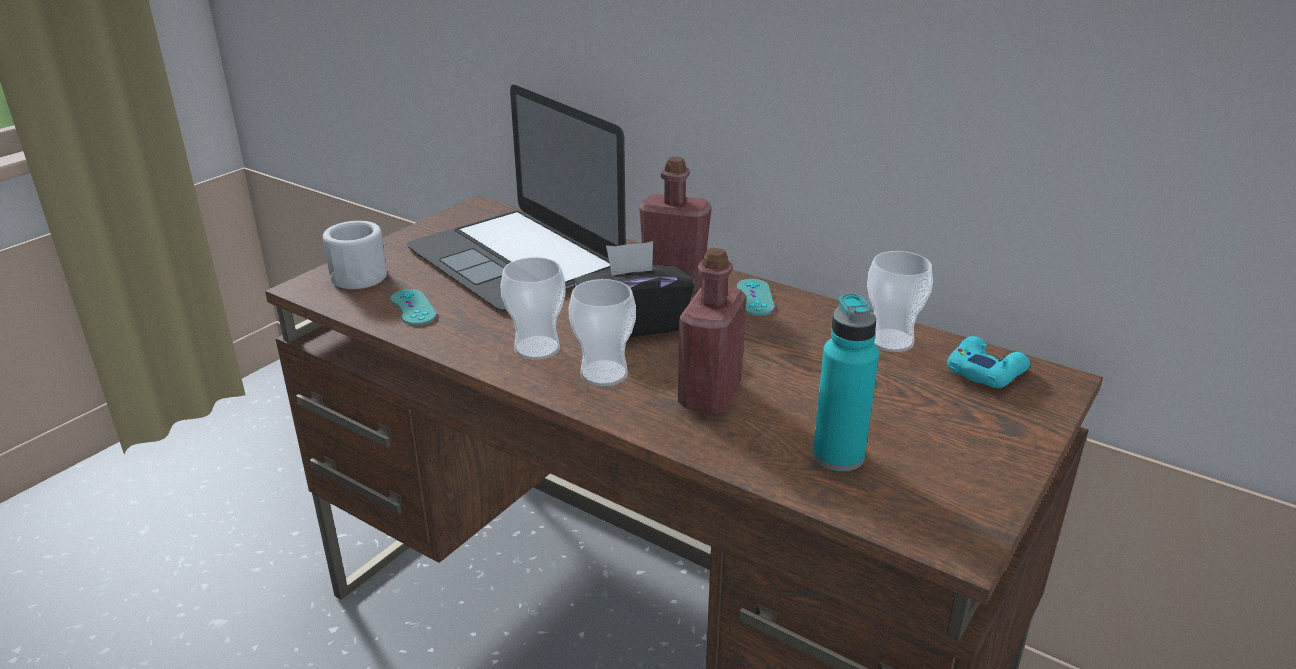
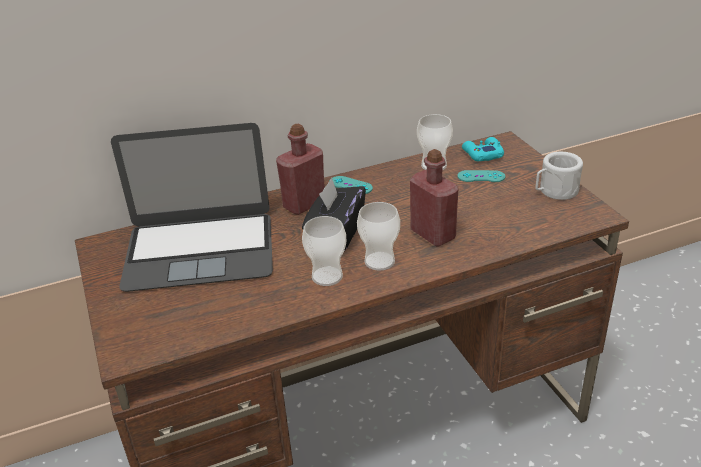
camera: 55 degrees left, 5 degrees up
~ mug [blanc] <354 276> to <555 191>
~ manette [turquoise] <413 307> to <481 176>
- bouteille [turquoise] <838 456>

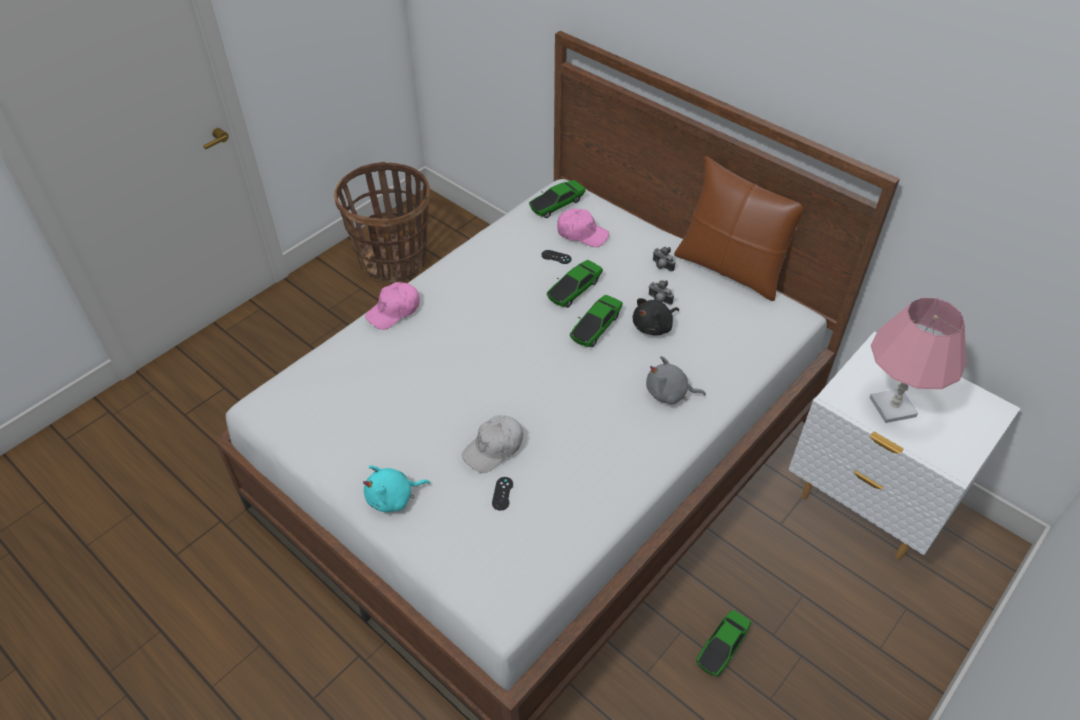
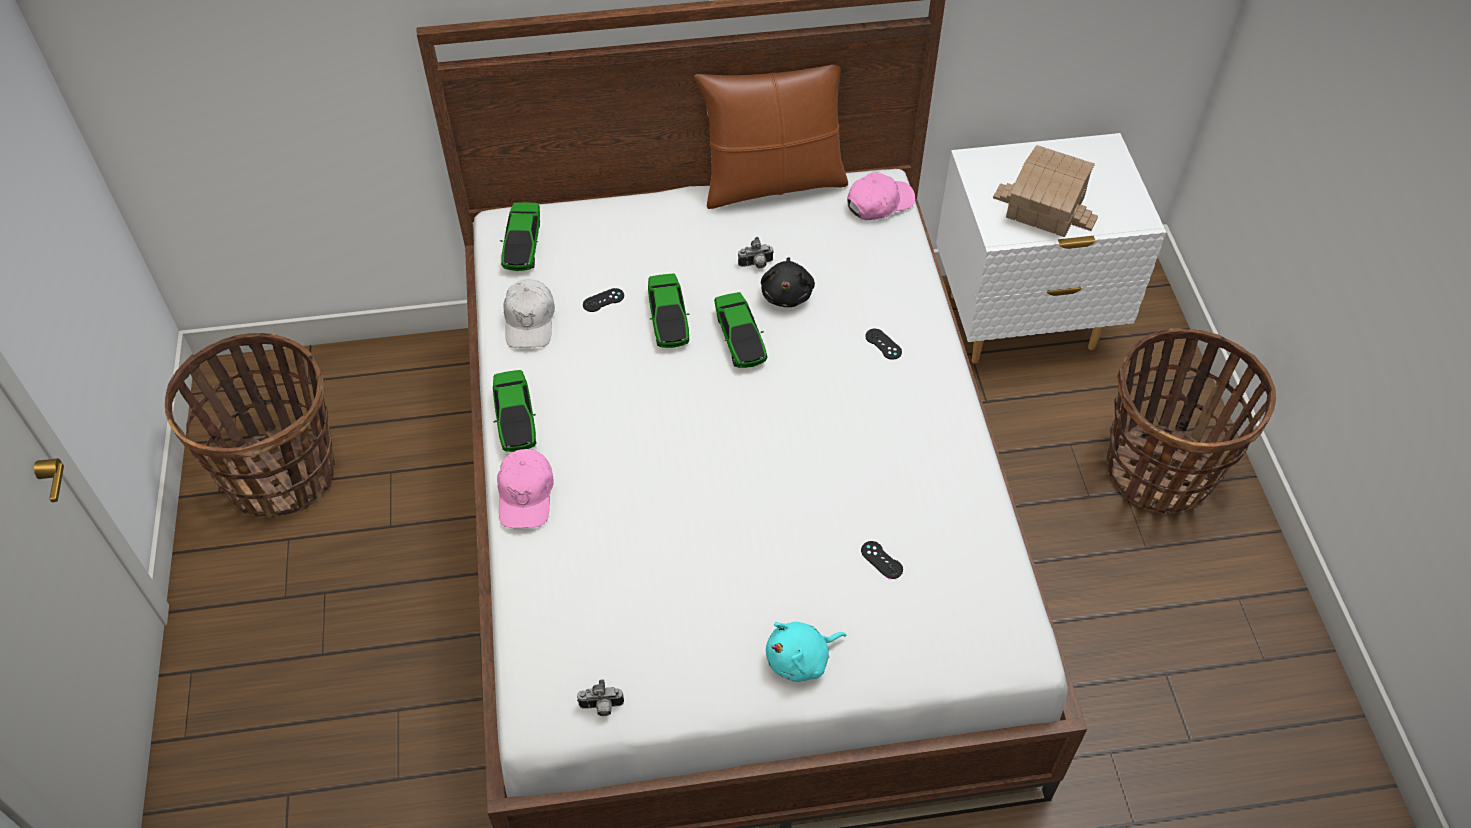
camera: 50 degrees left, 5 degrees up
~ peluche [turquoise] <393 498> = <801 659> 45 degrees clockwise
~ casquette [blanc] <494 448> to <530 321>
~ casquette [rose] <582 233> to <879 203>
~ peluche [gris] <669 394> to manette [noir] <883 344>
~ appareil photo <661 266> to <601 707>
~ petite voiture <722 647> to <515 418>
~ lampe de table [rose] <893 407> to maison miniature <1045 207>
+ panier <1159 470>

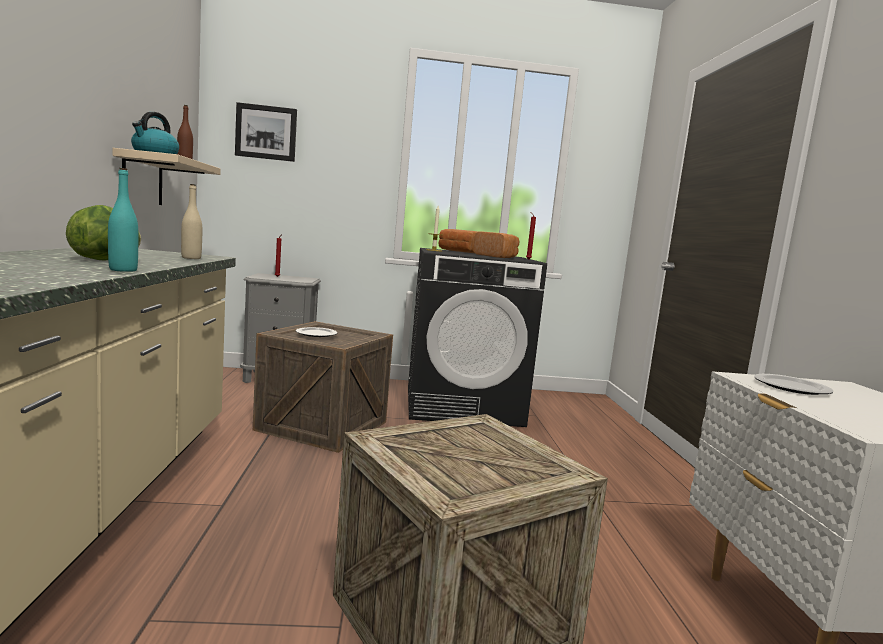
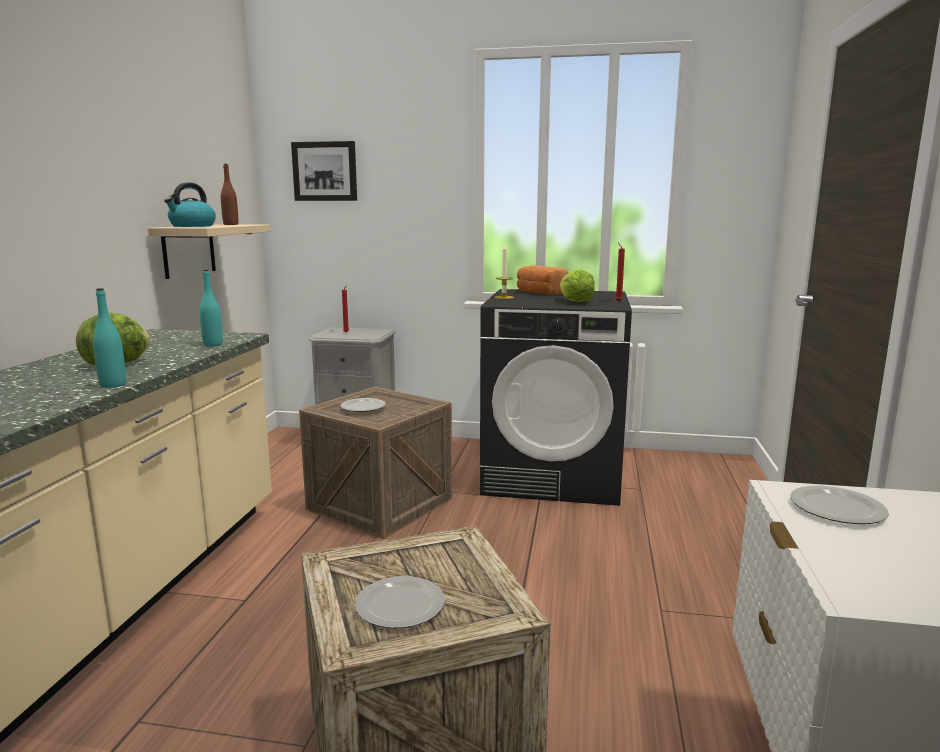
camera: 15 degrees right, 5 degrees up
~ bouteille [beige] <191 258> to bouteille [turquoise] <213 344>
~ pain <496 257> to laitue <575 302>
+ assiette <398 605>

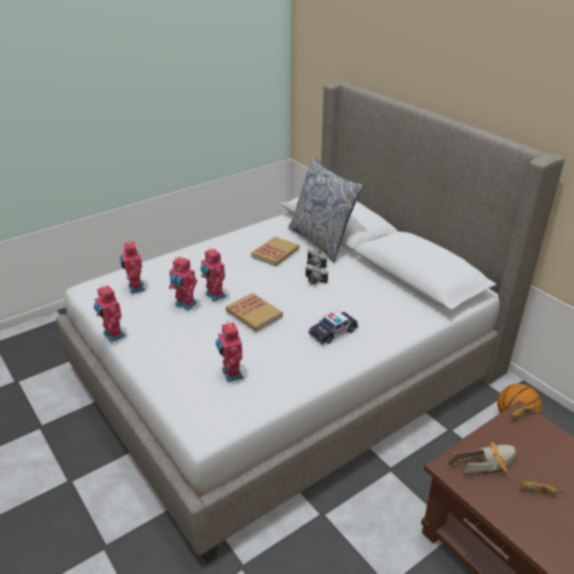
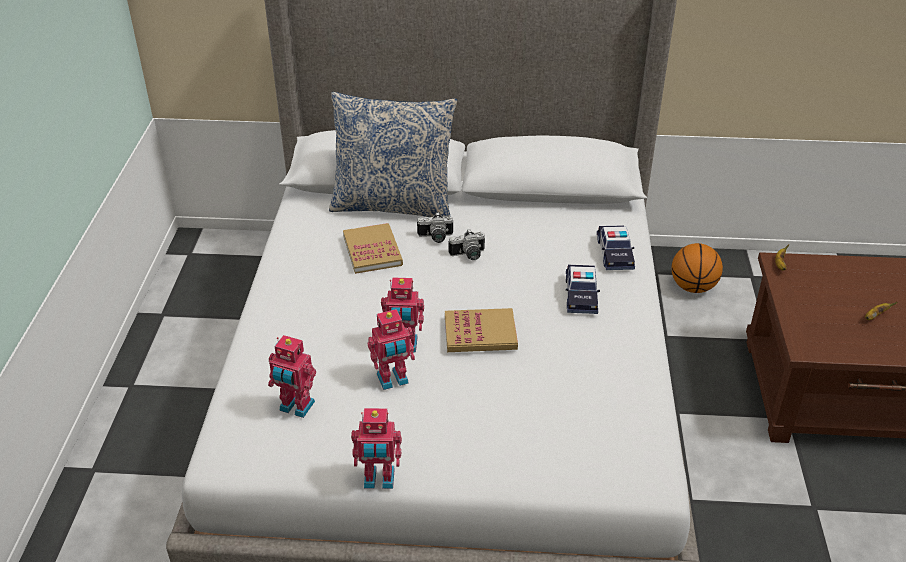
camera: 50 degrees left, 5 degrees up
- robot jouet <231 374>
- chaussure <487 463>
+ petite voiture <614 253>

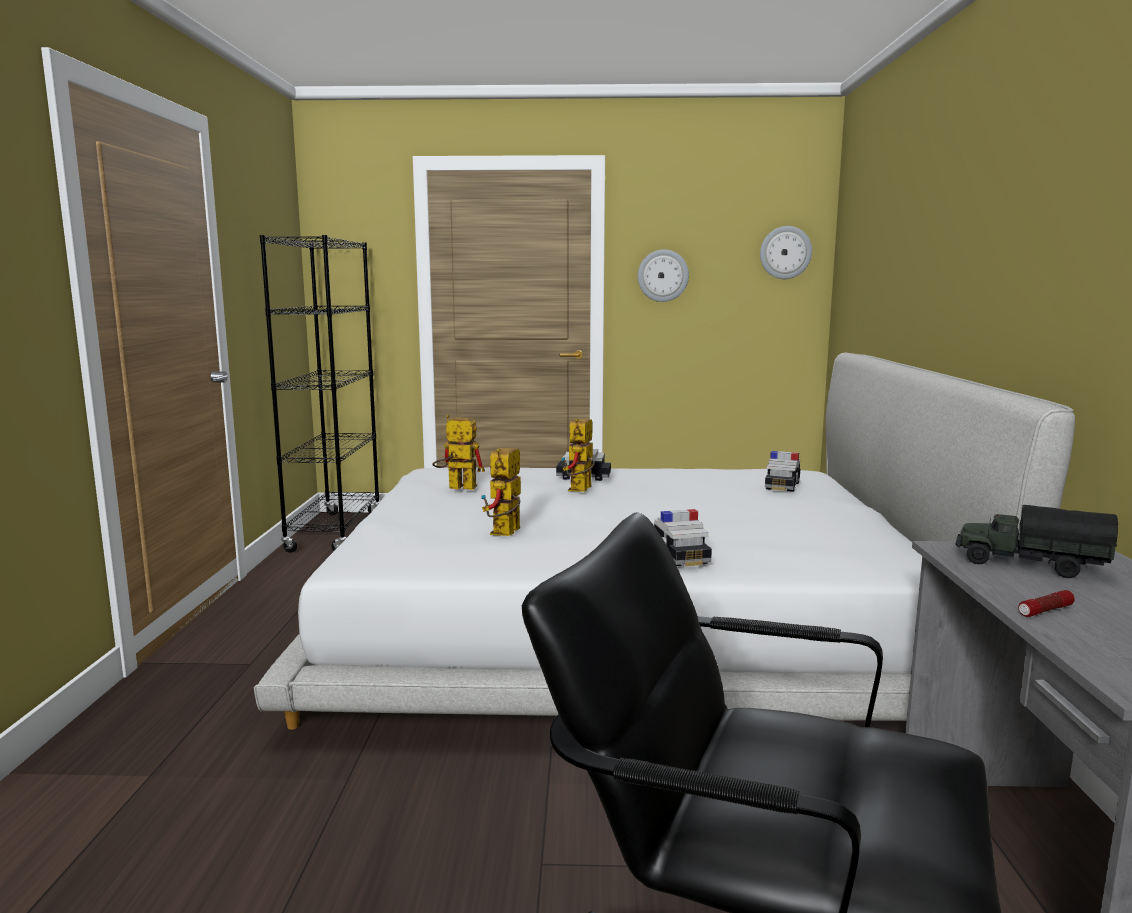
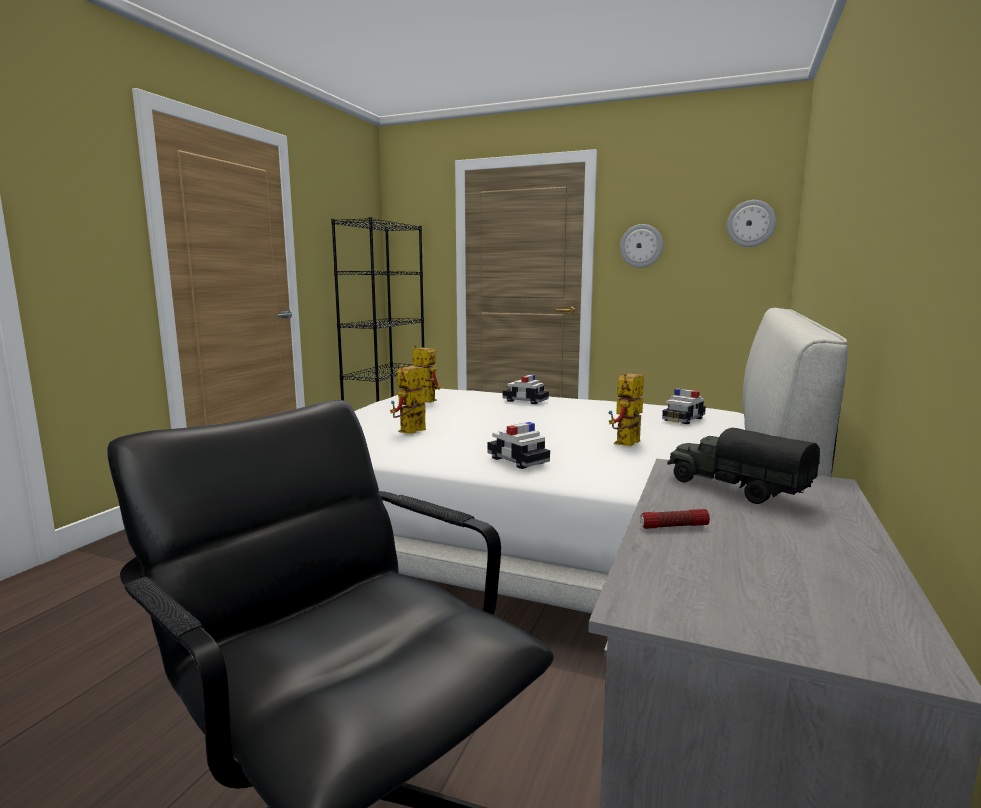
camera: 20 degrees right, 0 degrees up
~ robot jouet <581 490> to <627 444>
~ petite voiture <680 556> = <517 460> 135 degrees clockwise

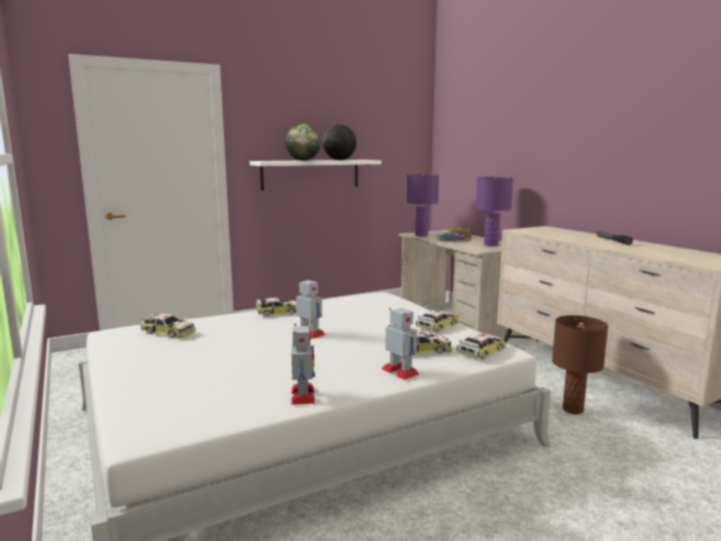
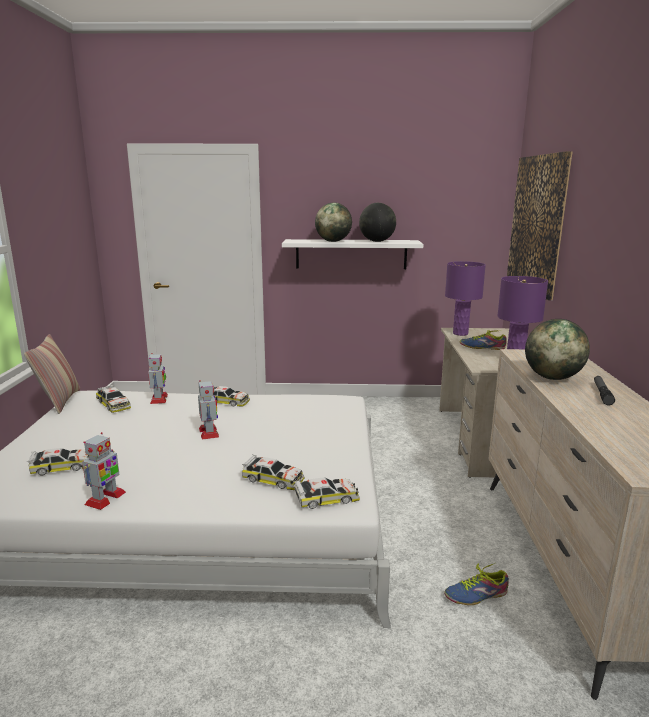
camera: 30 degrees right, 5 degrees up
~ robot jouet <400 371> to <159 399>
~ petite voiture <438 325> to <62 467>
~ lampe de table [marron] <573 410> to chaussure <476 595>
+ coussin <59 401>
+ tableau <537 223>
+ globe <552 378>

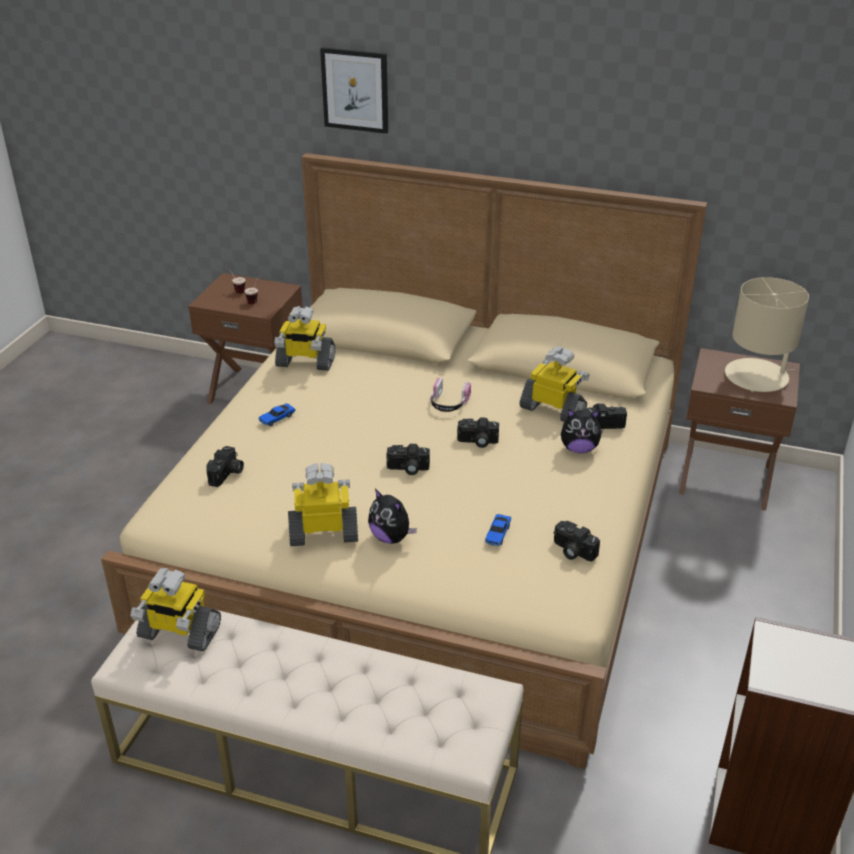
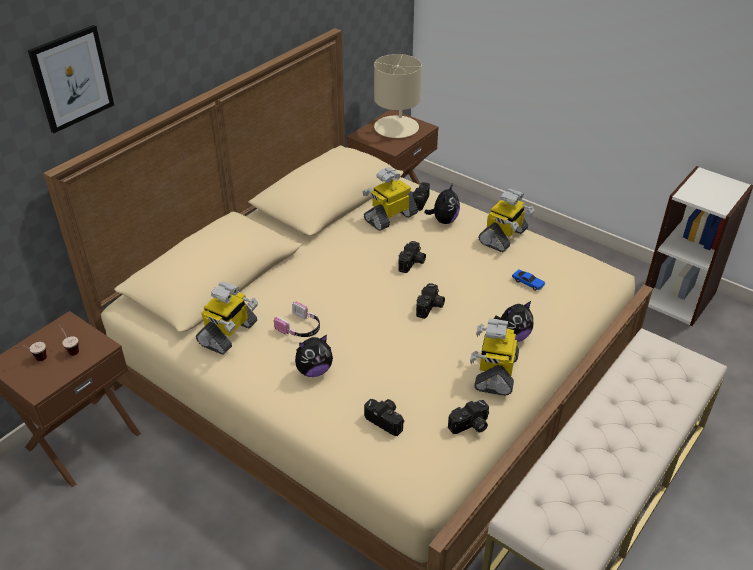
camera: 70 degrees left, 5 degrees up
~ robot jouet <178 632> to <503 237>
~ petite voiture <277 418> to peluche <314 370>
~ casque audio <448 403> to <300 328>
~ appareil photo <572 551> to <470 426>

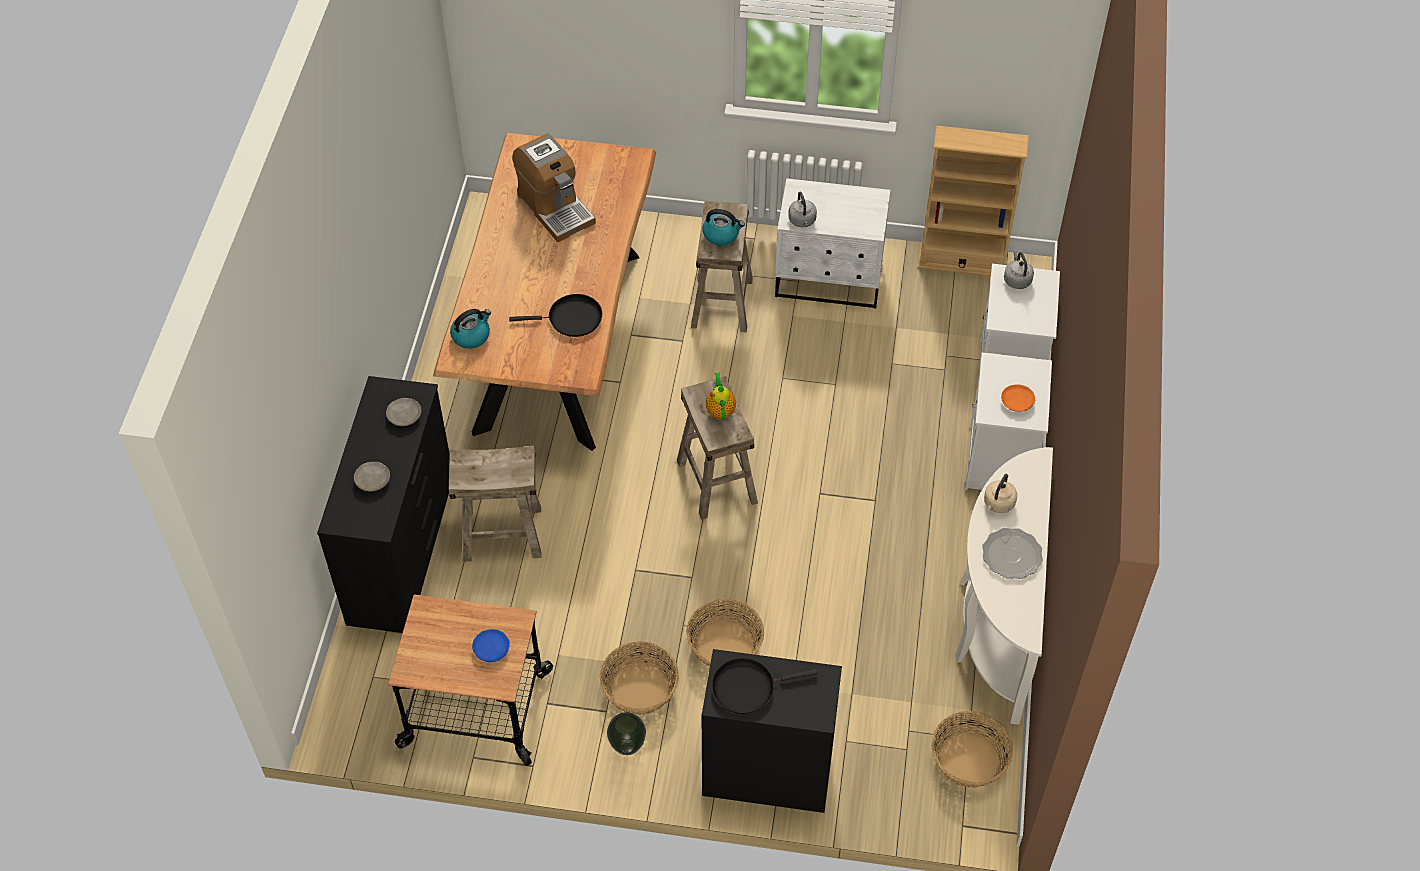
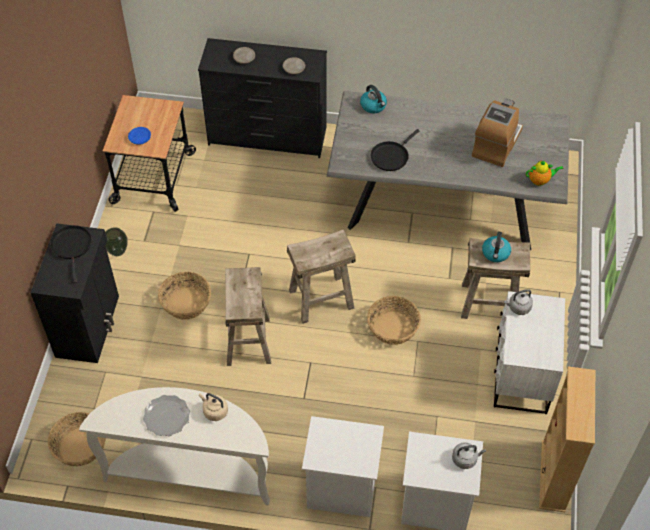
camera: 90 degrees right, 0 degrees up
~ table à manger [marron] <557 342> to table à manger [gris] <442 206>
~ tabouret [beige] <502 534> to <247 340>
~ poêle [noir] <571 319> = <391 156> 45 degrees clockwise
~ machine à café <555 208> = <496 144> 150 degrees clockwise
~ panier <639 688> to <393 328>
~ théière <720 410> to <540 180>
- assiette [orange] <1016 402>

